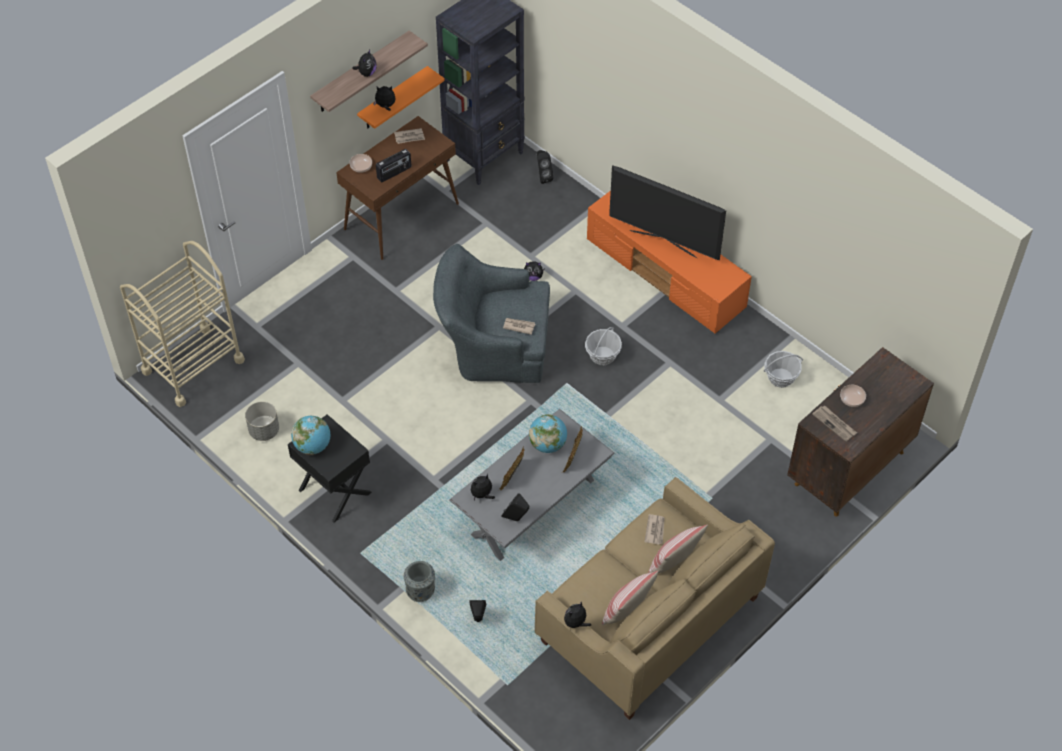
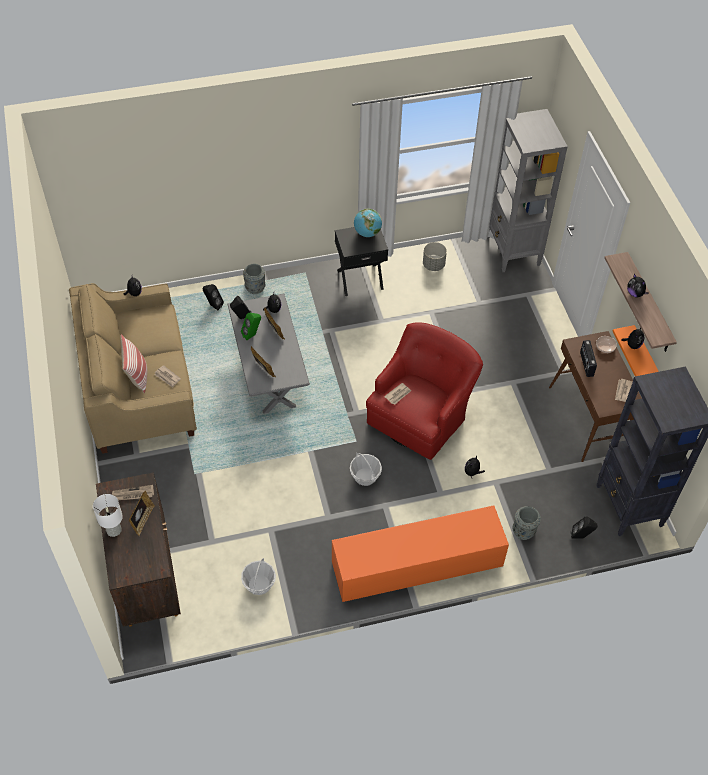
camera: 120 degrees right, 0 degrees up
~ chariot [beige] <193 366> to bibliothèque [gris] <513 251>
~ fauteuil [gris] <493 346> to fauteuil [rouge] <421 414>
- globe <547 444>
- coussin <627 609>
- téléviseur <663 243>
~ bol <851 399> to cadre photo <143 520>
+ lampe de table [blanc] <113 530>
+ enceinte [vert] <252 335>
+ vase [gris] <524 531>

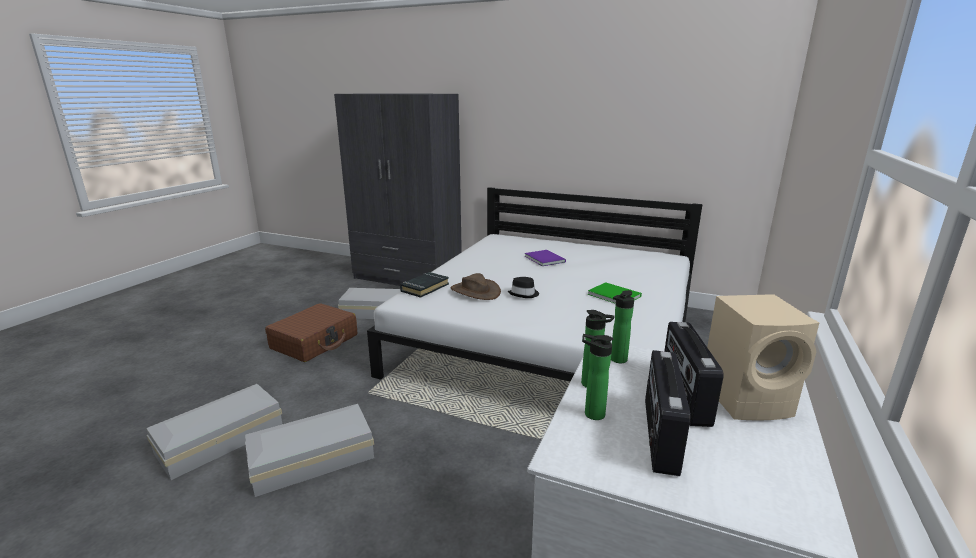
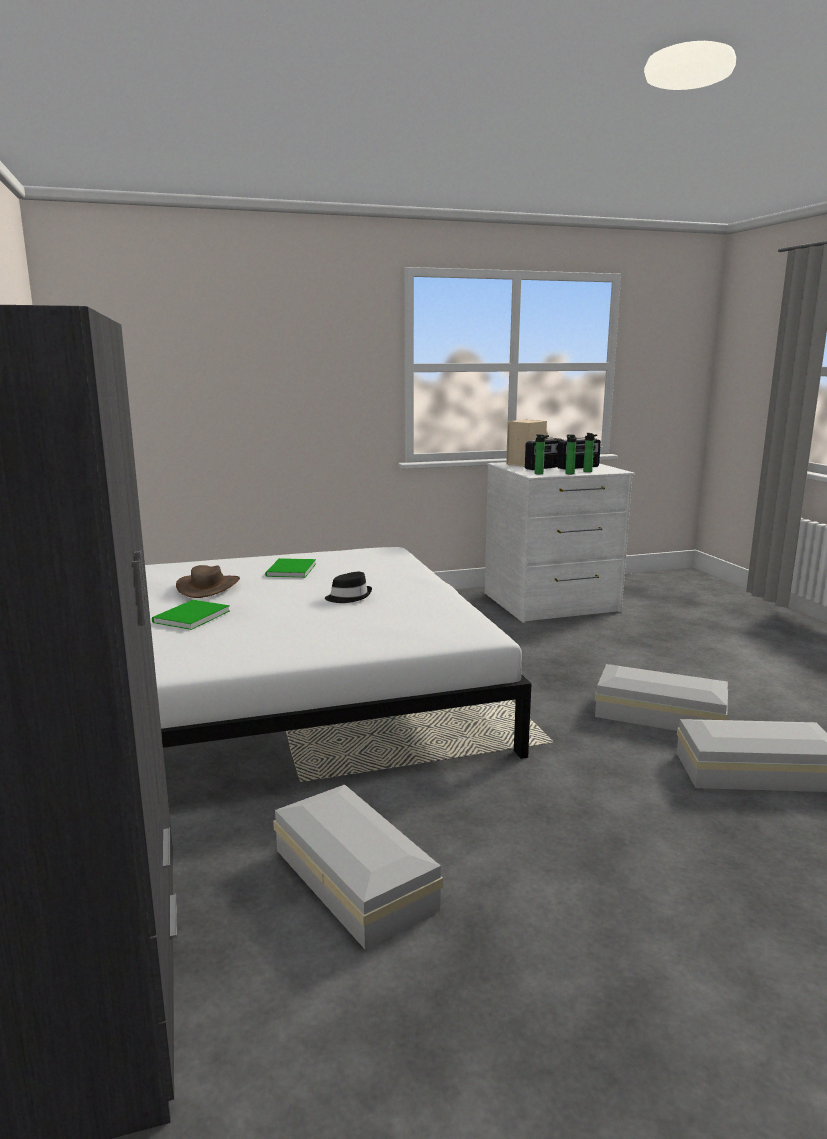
camera: 130 degrees left, 5 degrees down
- valise [marron] <315 342>
- livre [noir] <424 288>
~ chapeau [marron] <475 291> to <209 587>
~ livre [violet] <545 258> to livre [vert] <189 617>

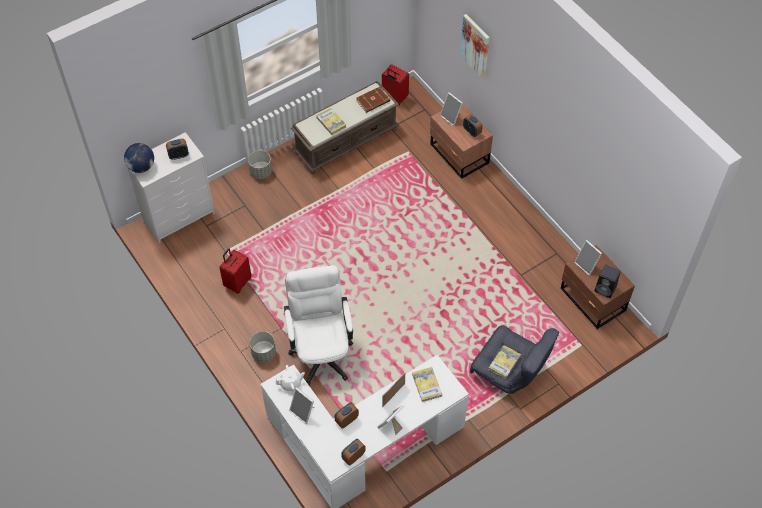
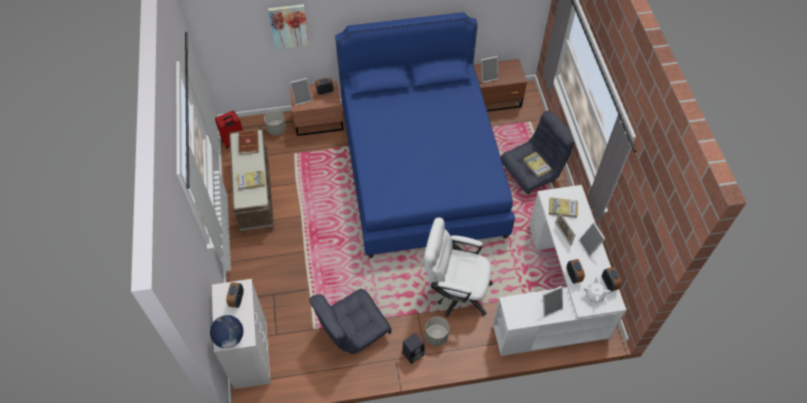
camera: 65 degrees left, 0 degrees up
~ valise [rouge] <237 282> to fauteuil [gris] <353 331>
~ cache-pot [gris] <261 172> to <276 129>
~ théière [blanc] <291 383> to <594 295>
~ enceinte [noir] <606 289> to <413 353>
+ lit [bleu] <421 169>

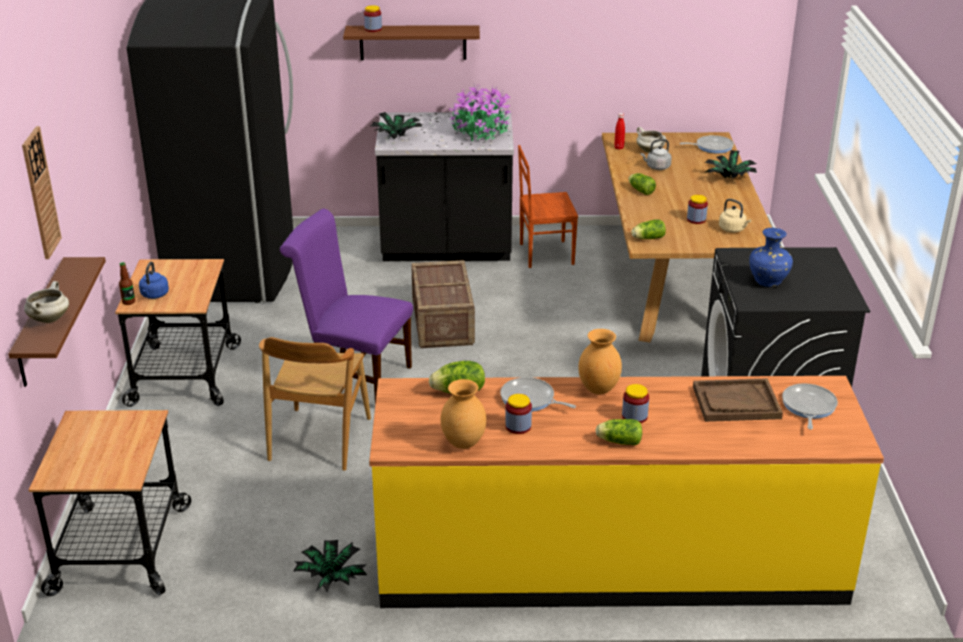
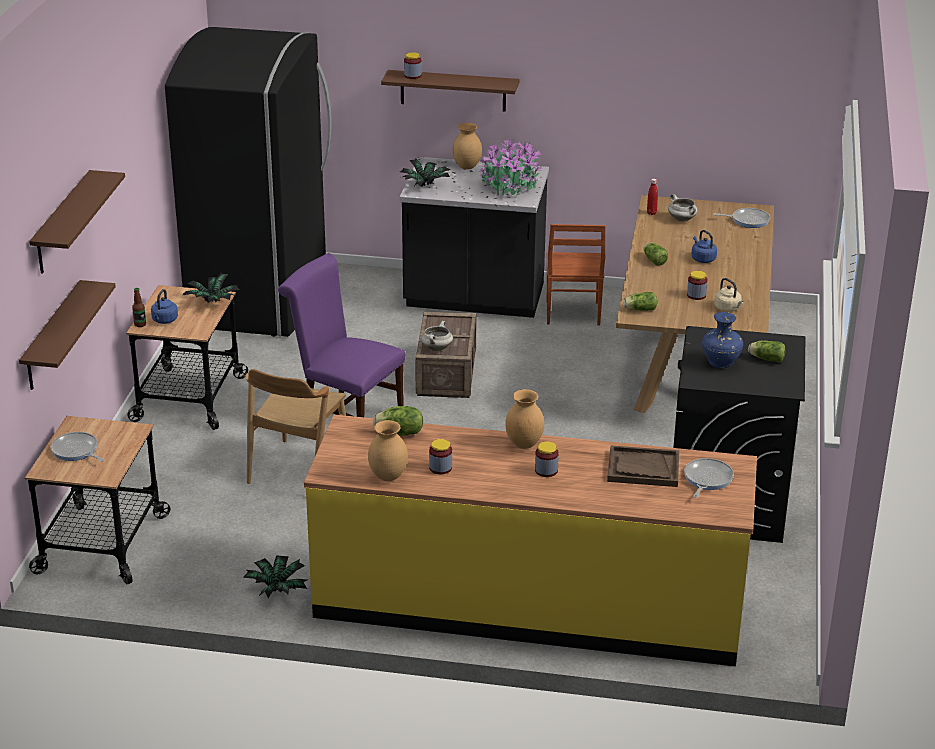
camera: 10 degrees right, 0 degrees up
~ horloge murale <40 193> to étagère [marron] <62 223>
~ marmite [blanc] <49 319> to <437 348>
~ poêle <530 399> to <76 451>
~ chaise [marron] <545 253> = <572 314> 90 degrees counterclockwise
~ laitue <618 441> to <765 359>
- bouilloire [gris] <657 167>
~ plante en pot <730 179> to <212 303>
+ vase [marron] <467 167>
+ bouilloire [bleu] <702 259>

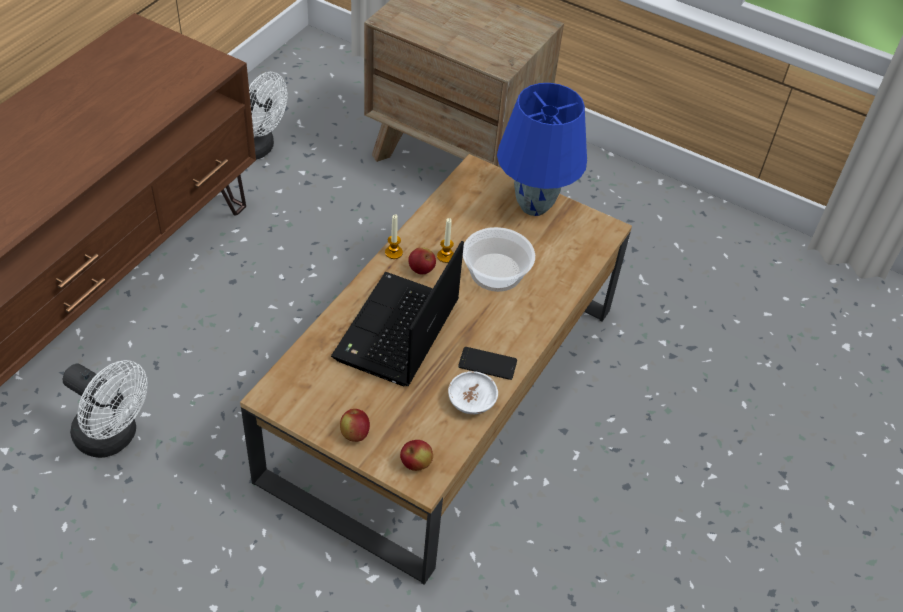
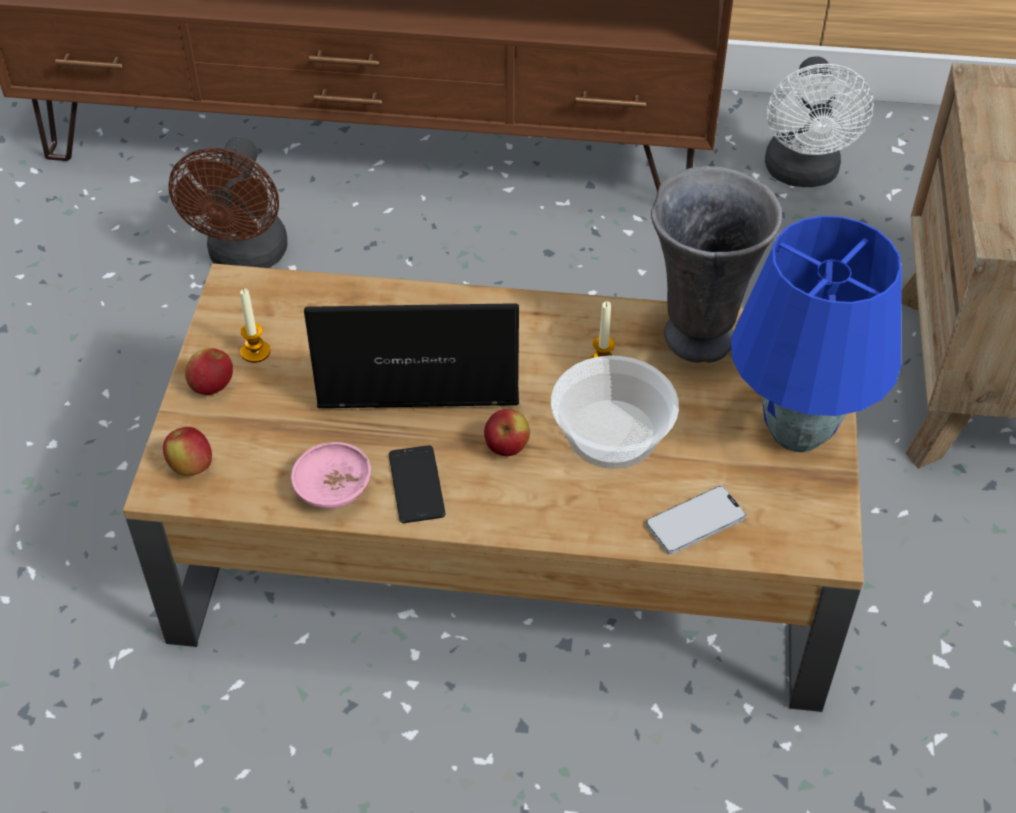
camera: 70 degrees right, 0 degrees up
~ ventilateur [blanc] <113 437> to ventilateur [marron] <245 258>
~ bougie <393 252> to <255 352>
~ pomme <421 270> to <507 448>
~ bol [blanc] <471 401> to bol [rose] <333 490>
+ téléphone <695 521>
+ vase [gris] <698 335>

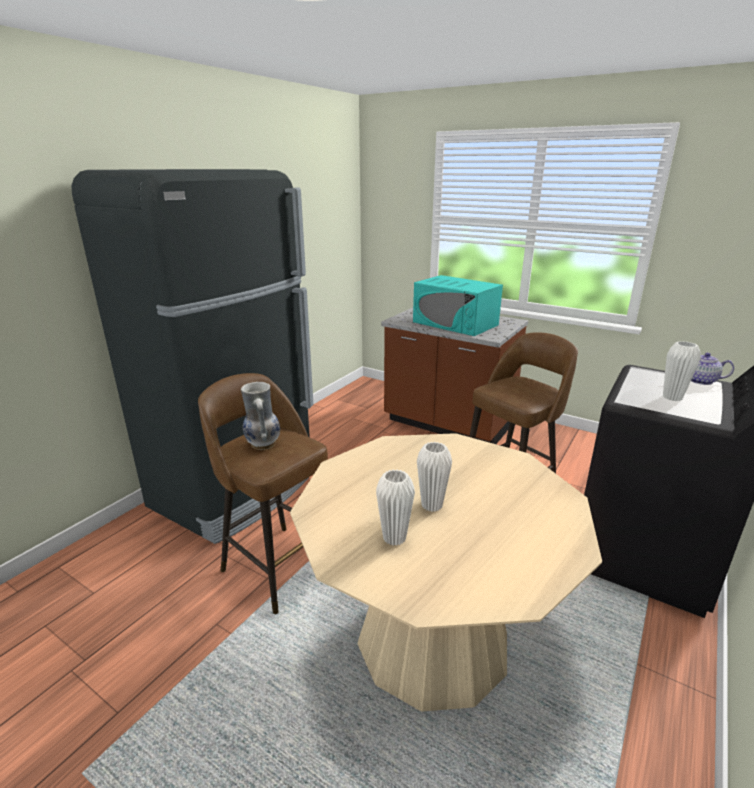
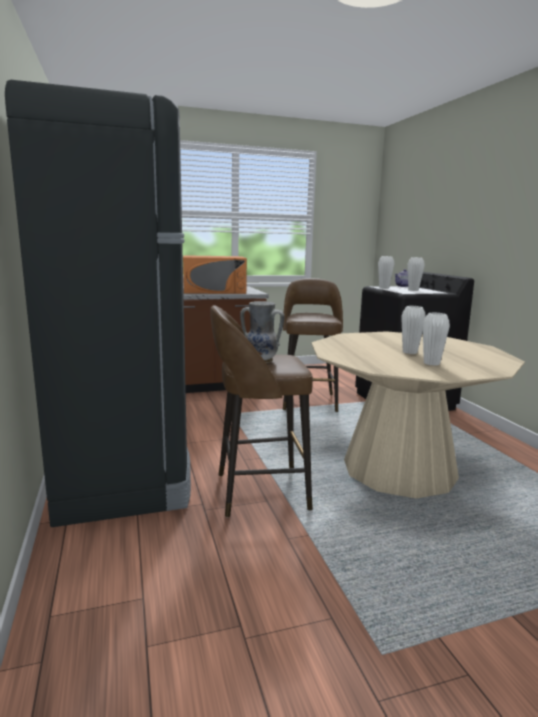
camera: 50 degrees left, 10 degrees down
~ micro-ondes [turquoise] <455 323> to micro-ondes [orange] <214 291>
+ vase [blanc] <384 288>

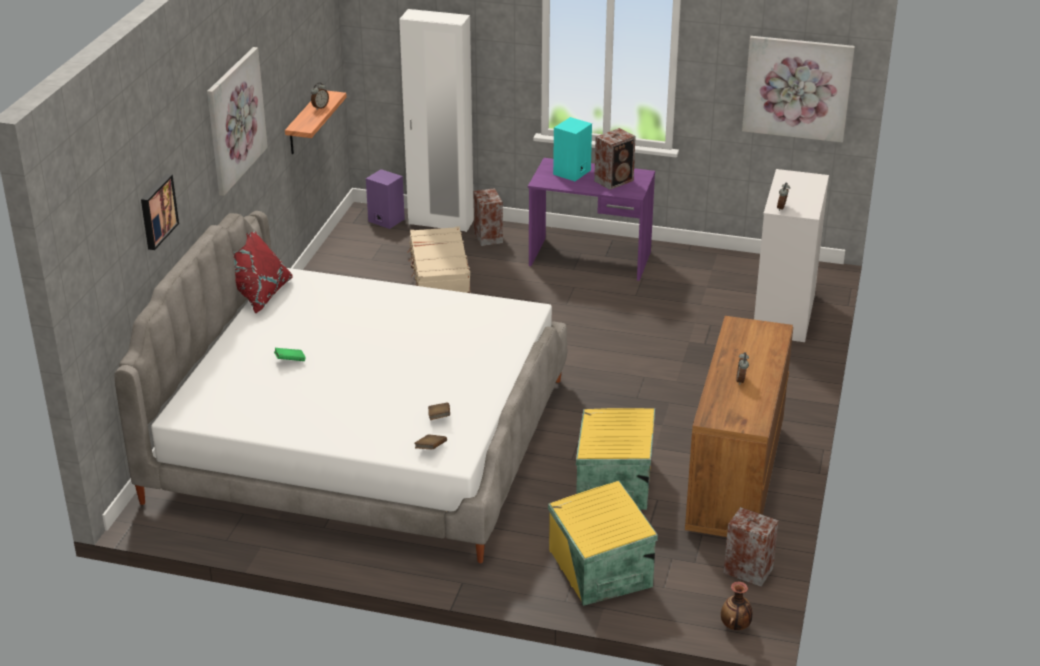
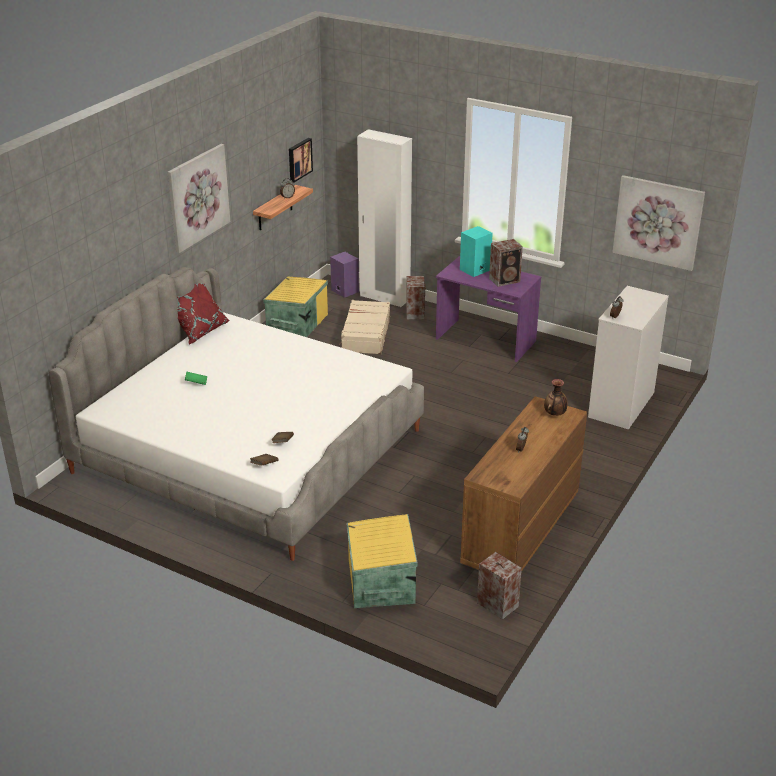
camera: 15 degrees right, 0 degrees up
~ tableau <157 211> to <299 159>
~ boîte de rangement [jaune] <612 481> to <296 322>
~ vase <735 626> to <555 414>

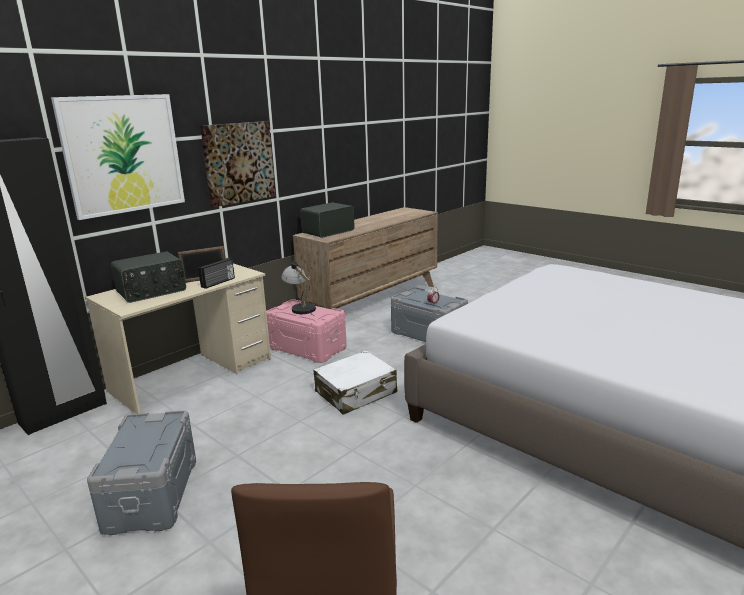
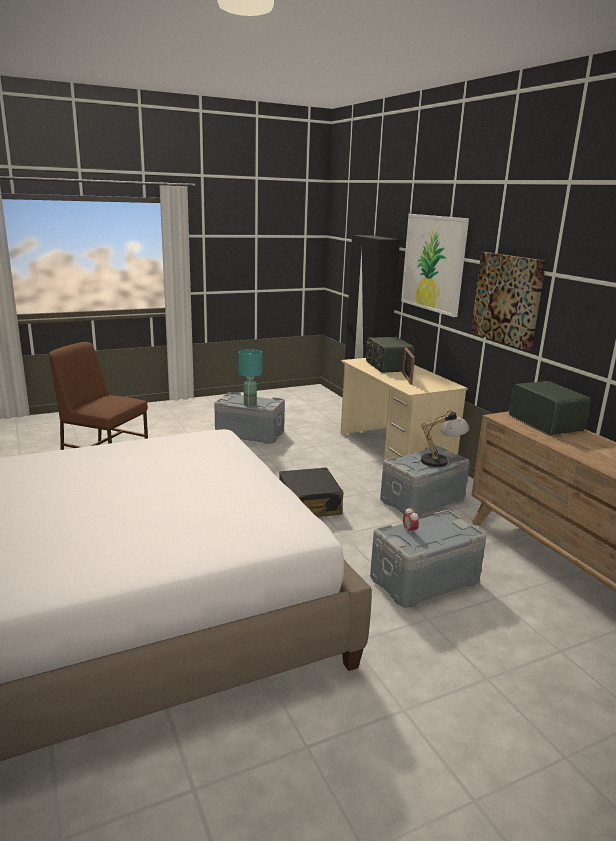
camera: 110 degrees right, 0 degrees up
- radio <218 283>
~ boîte de rangement [rose] <307 348> to boîte de rangement [gris] <423 500>
~ valise [blanc] <356 393> to valise [noir] <309 504>
+ lampe de table [turquoise] <250 404>

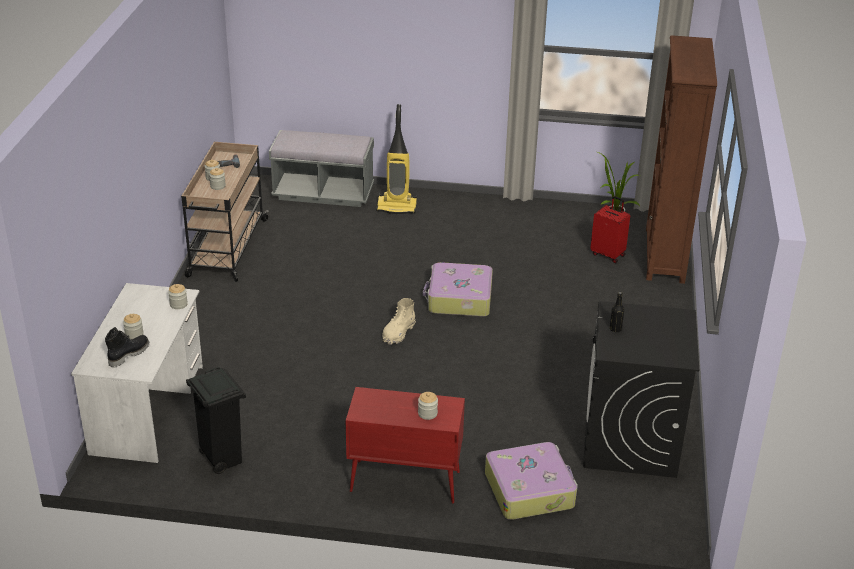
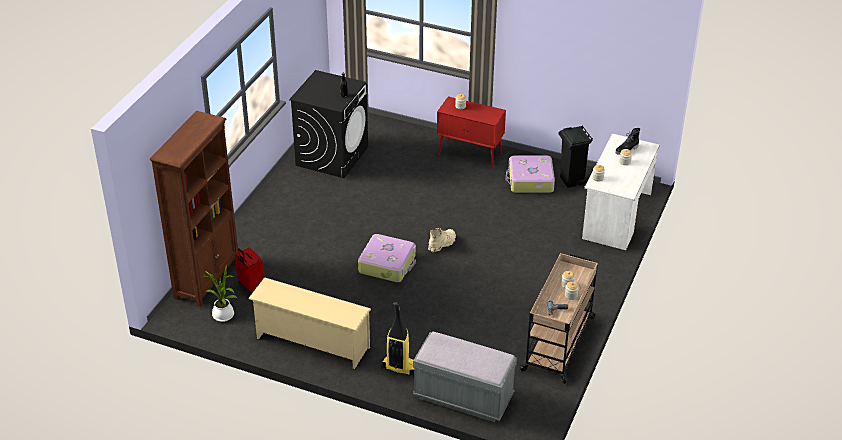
camera: 165 degrees left, 5 degrees up
~ valise <530 489> to <530 180>
+ étagère à chaussures [beige] <311 343>

